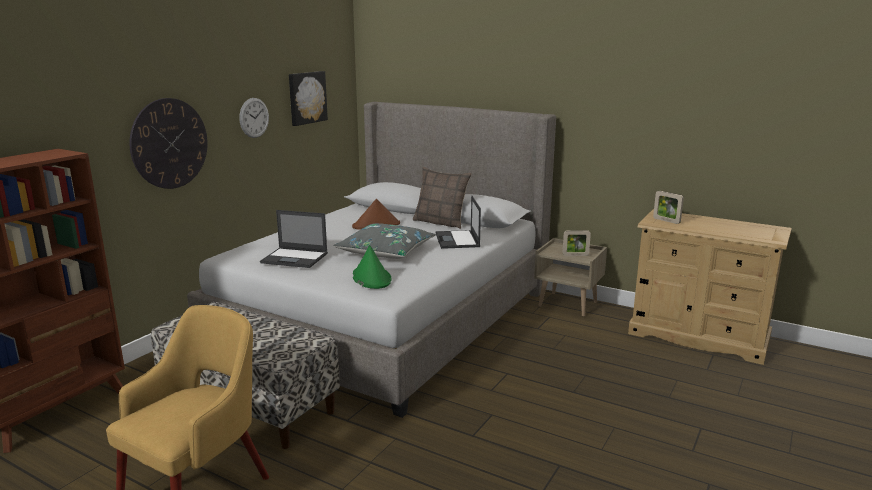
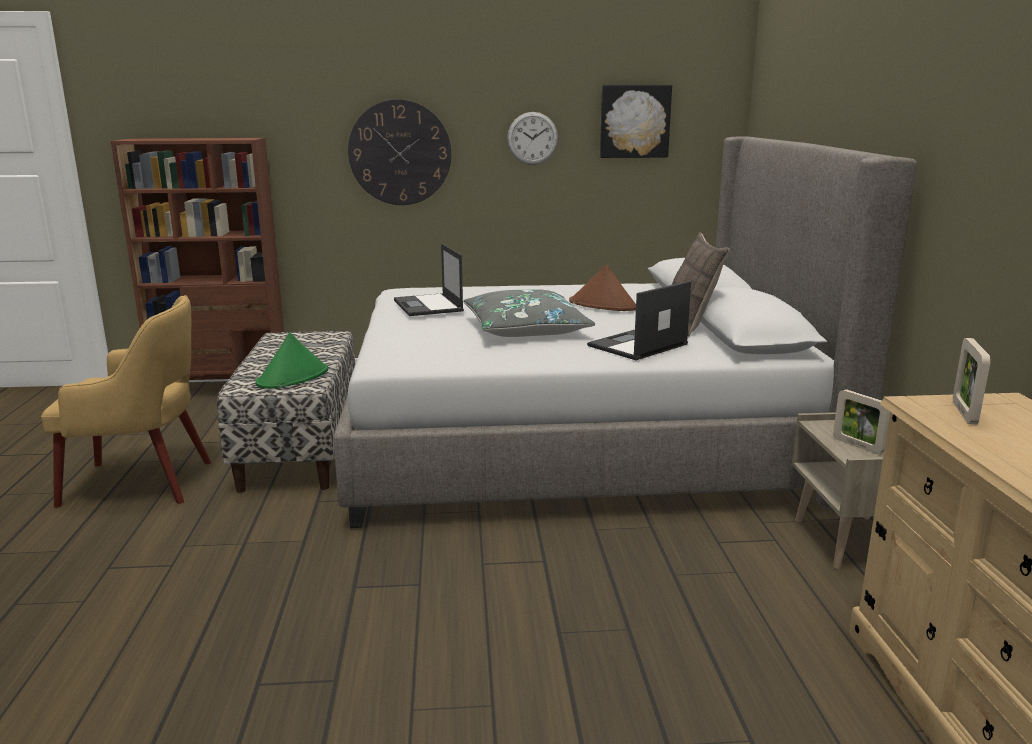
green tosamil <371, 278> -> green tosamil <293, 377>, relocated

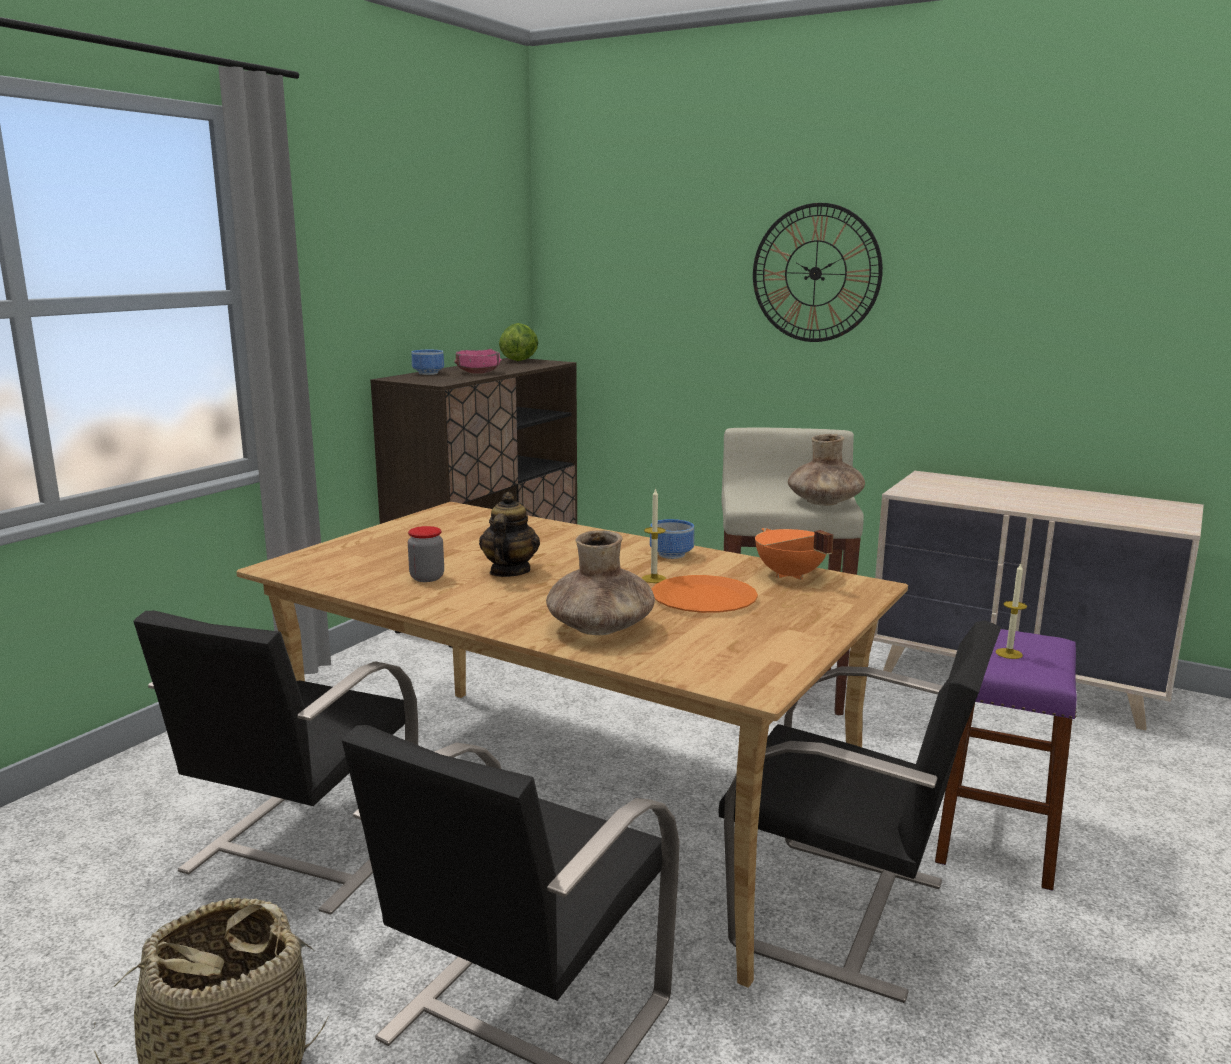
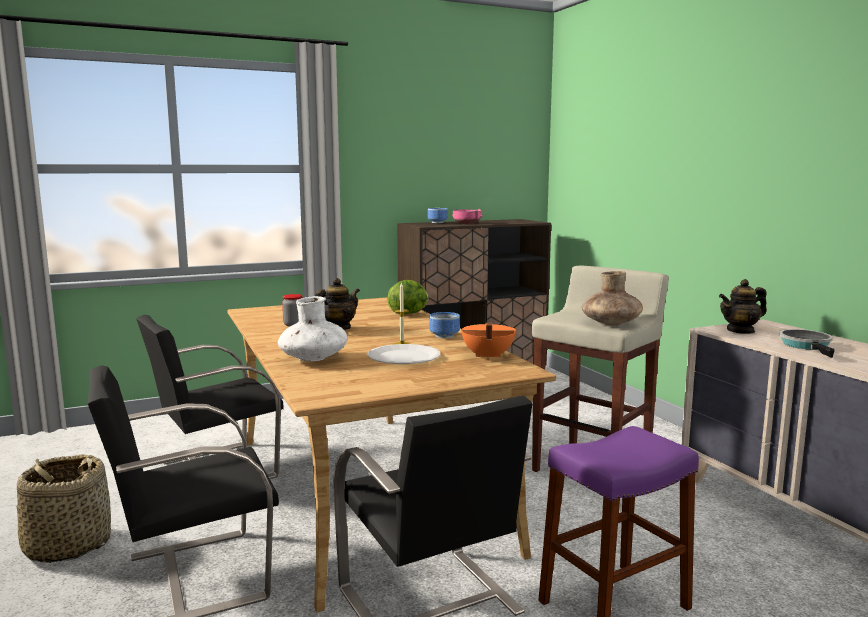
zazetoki <815, 273> -> none
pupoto <1009, 653> -> none
none -> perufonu <740, 330>
none -> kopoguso <807, 346>
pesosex <519, 360> -> pesosex <409, 313>, relocated
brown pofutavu <600, 628> -> white pofutavu <313, 358>
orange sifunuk <704, 598> -> white sifunuk <404, 357>

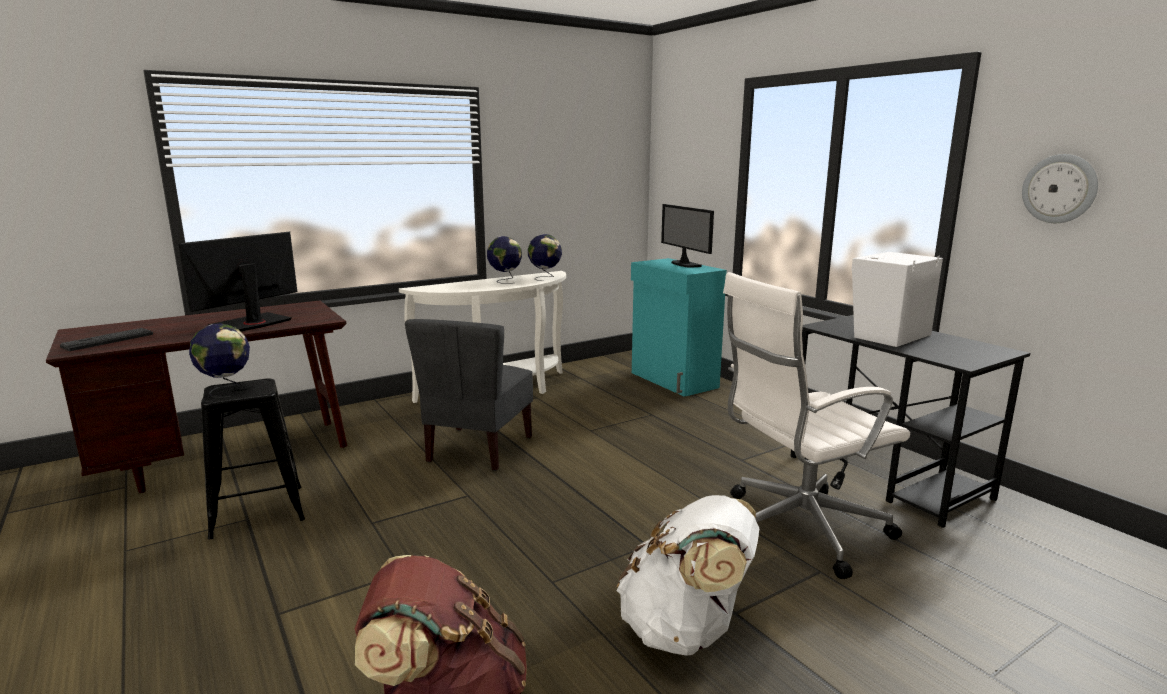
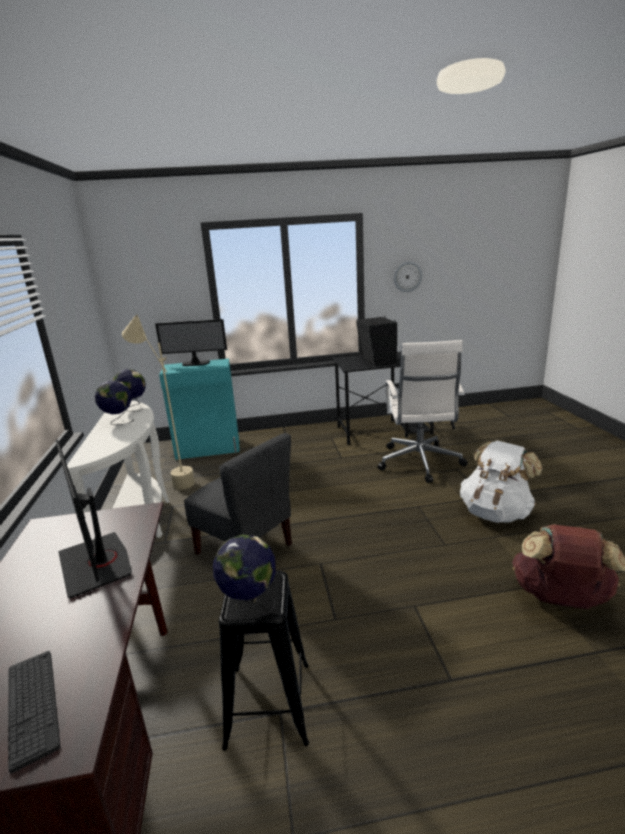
none -> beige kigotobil <173, 479>
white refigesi <888, 335> -> black refigesi <377, 361>

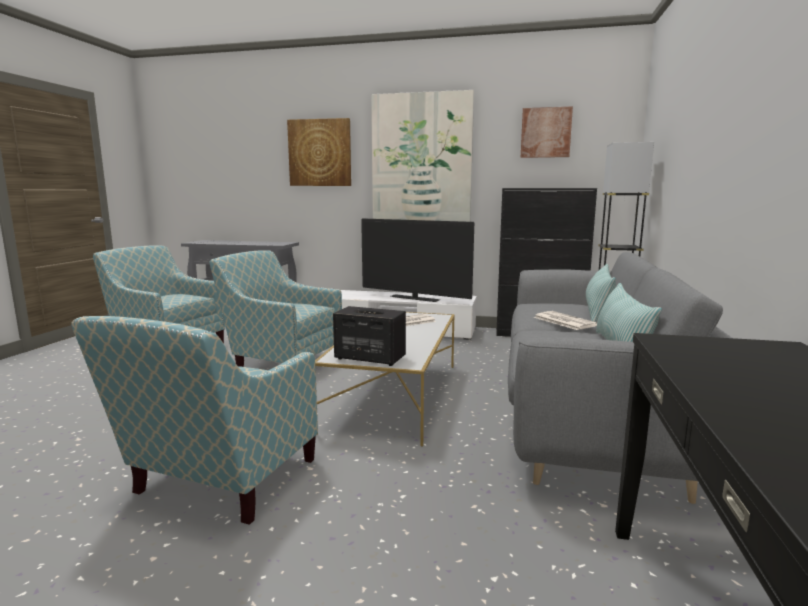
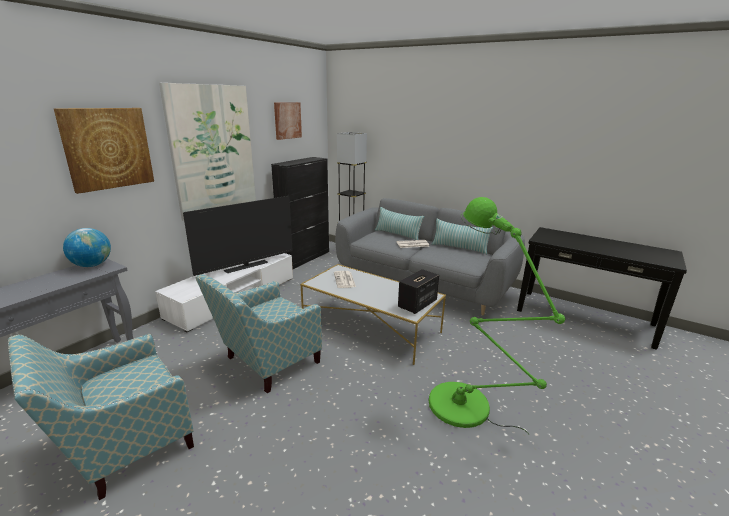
none -> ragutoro <92, 265>
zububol <218, 484> -> green kigotobil <466, 409>

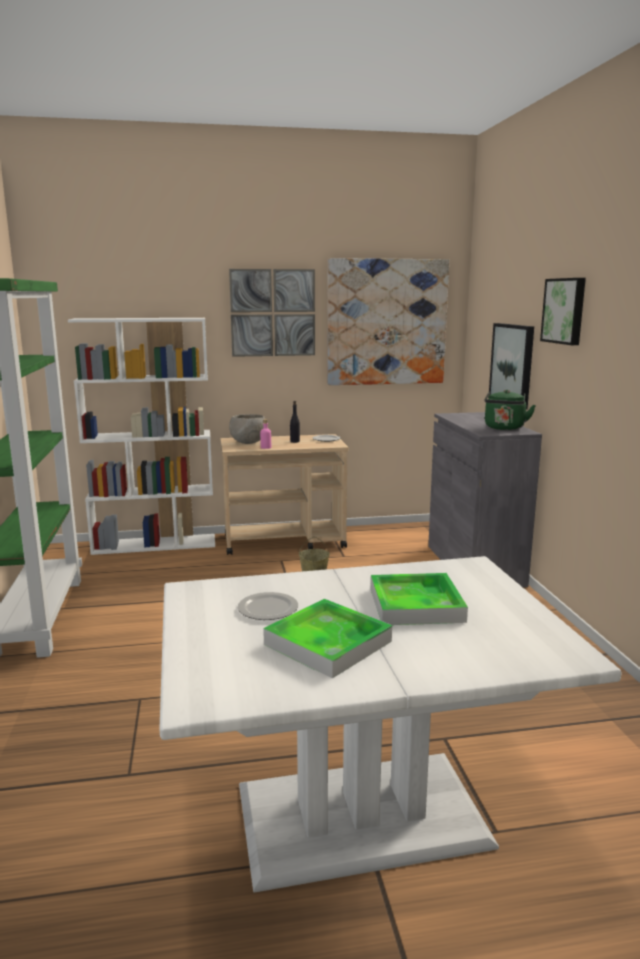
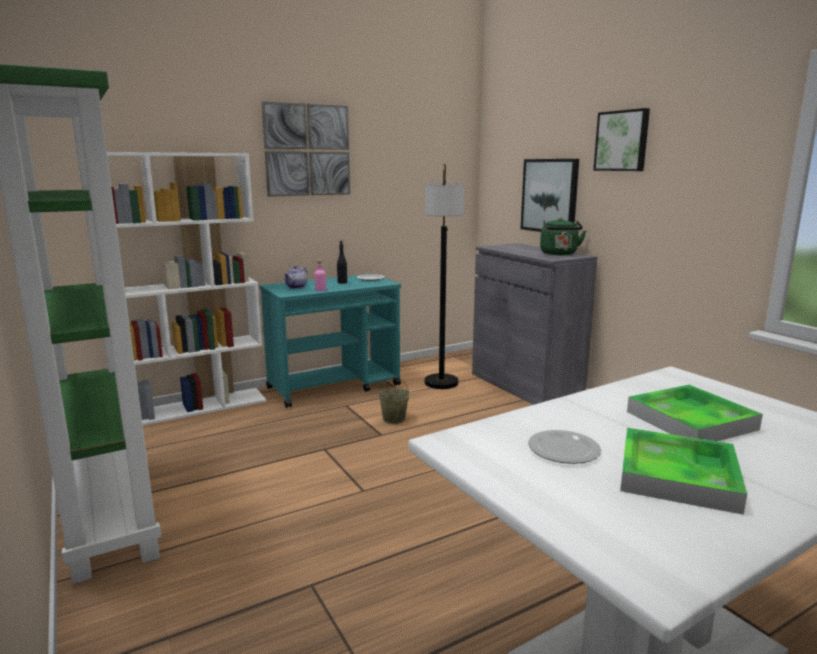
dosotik <386, 322> -> none
none -> kigotobil <441, 382>
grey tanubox <249, 443> -> perufonu <296, 287>
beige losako <285, 541> -> turquoise losako <335, 386>

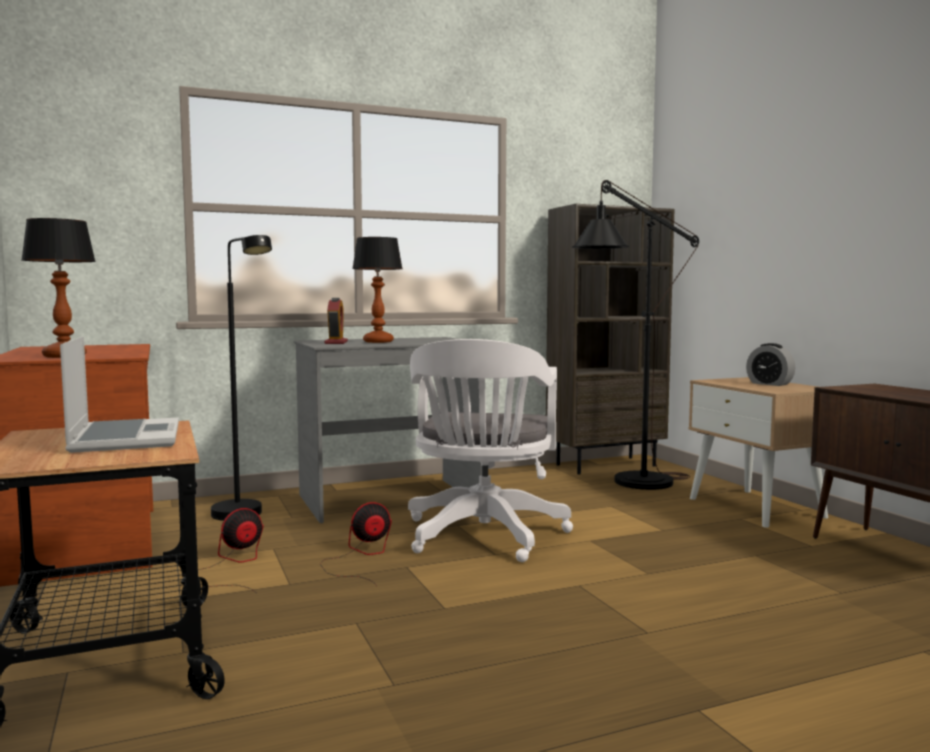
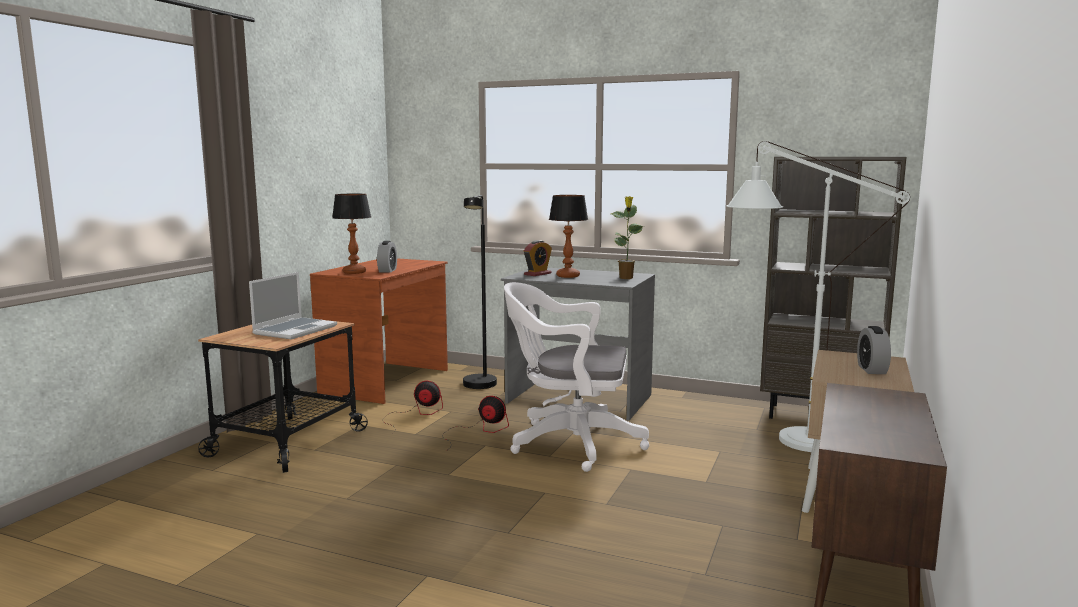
none -> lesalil <387, 271>
none -> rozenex <626, 278>
black kigotobil <631, 484> -> white kigotobil <791, 440>
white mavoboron <483, 537> -> white mavoboron <569, 443>, 45 degrees clockwise

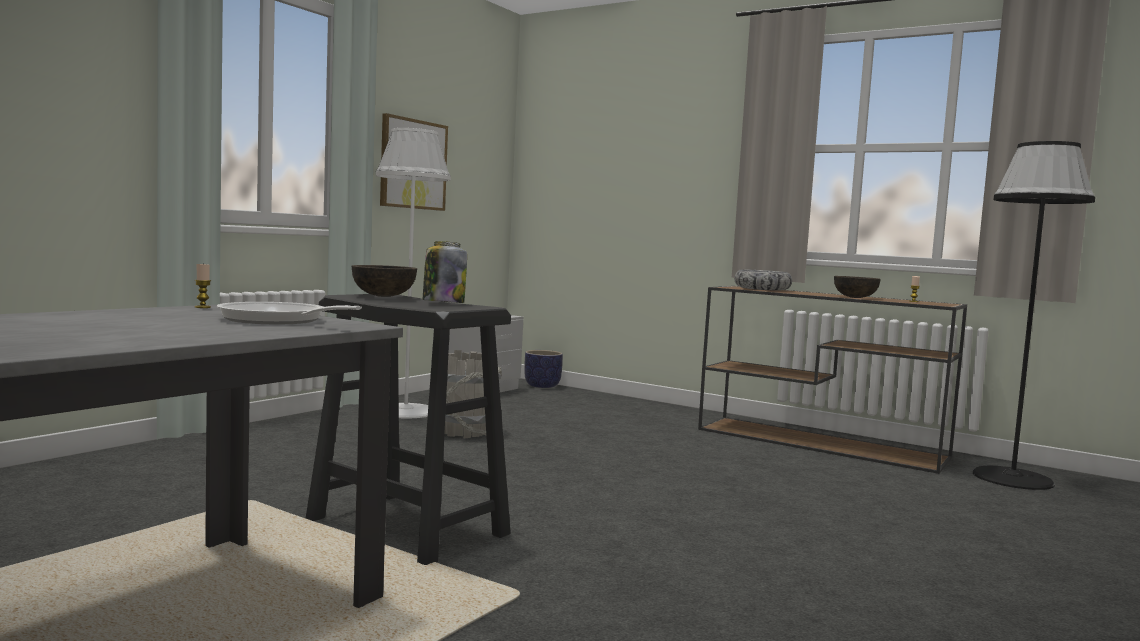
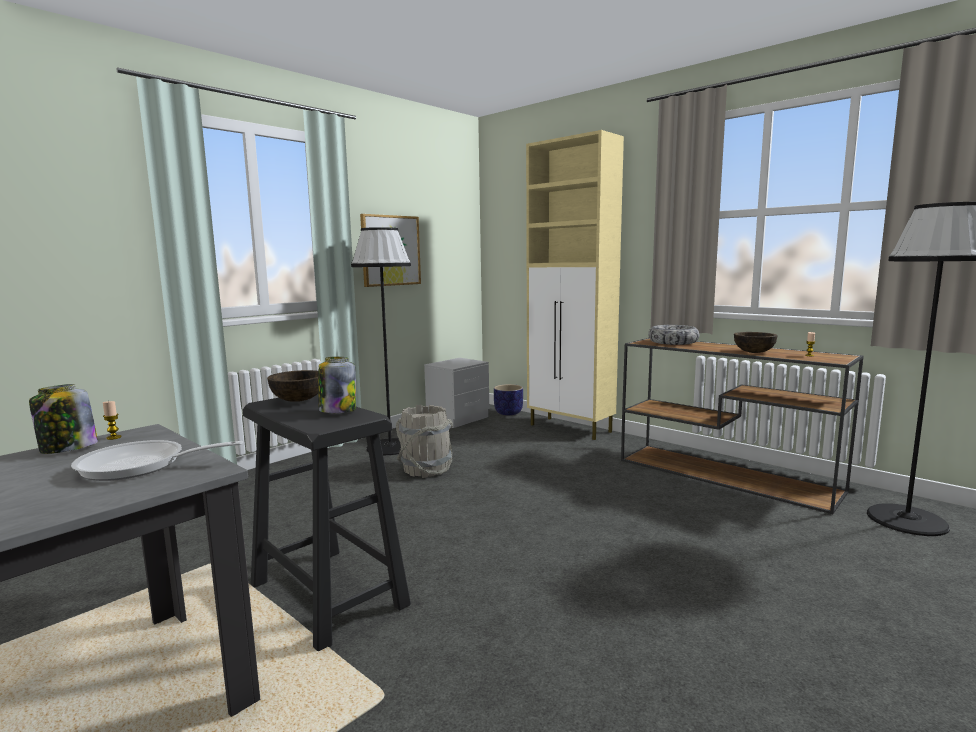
none -> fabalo <68, 449>
none -> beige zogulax <571, 428>
white kigotobil <405, 411> -> black kigotobil <390, 447>
kopoguso <278, 320> -> kopoguso <140, 466>, 45 degrees counterclockwise

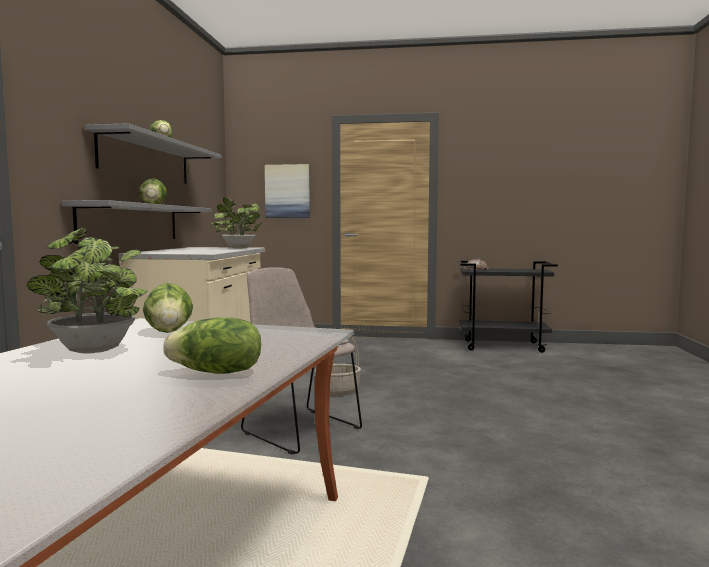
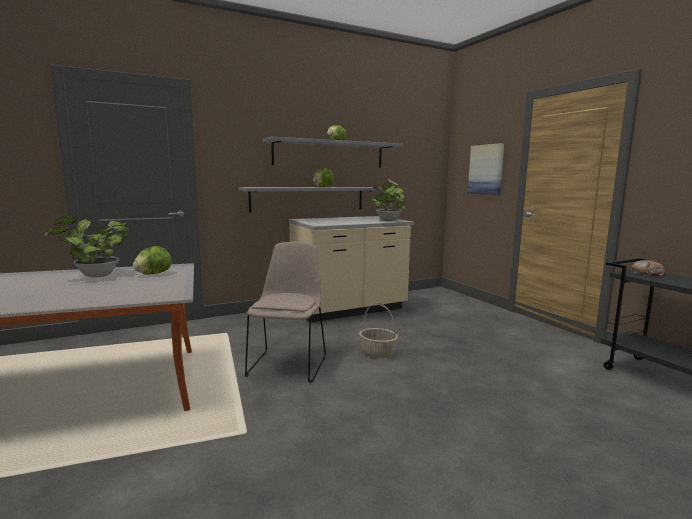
pesosex <217, 373> -> none

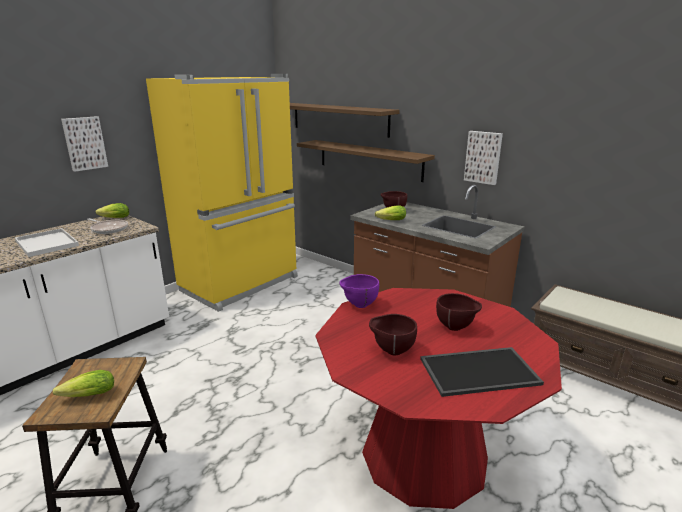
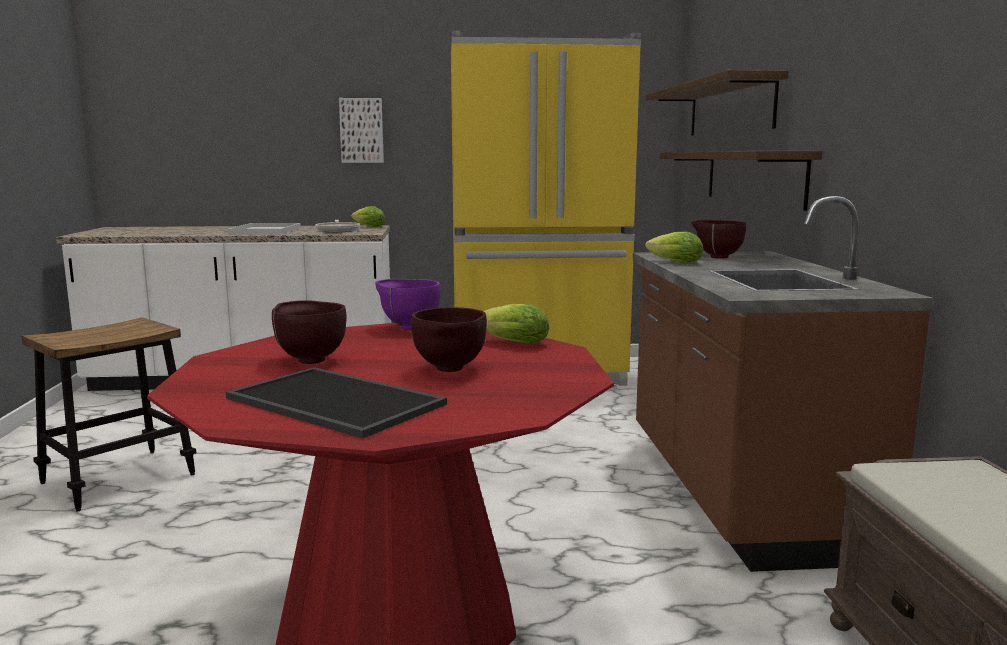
dosotik <483, 157> -> none
pesosex <86, 396> -> pesosex <509, 342>, relocated

